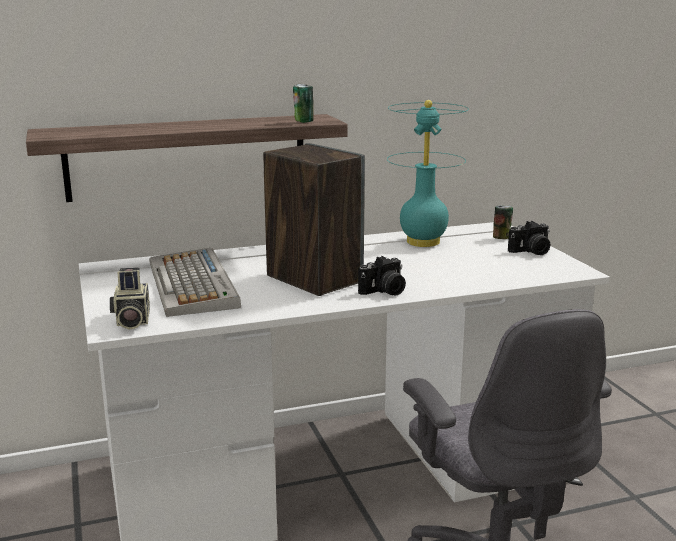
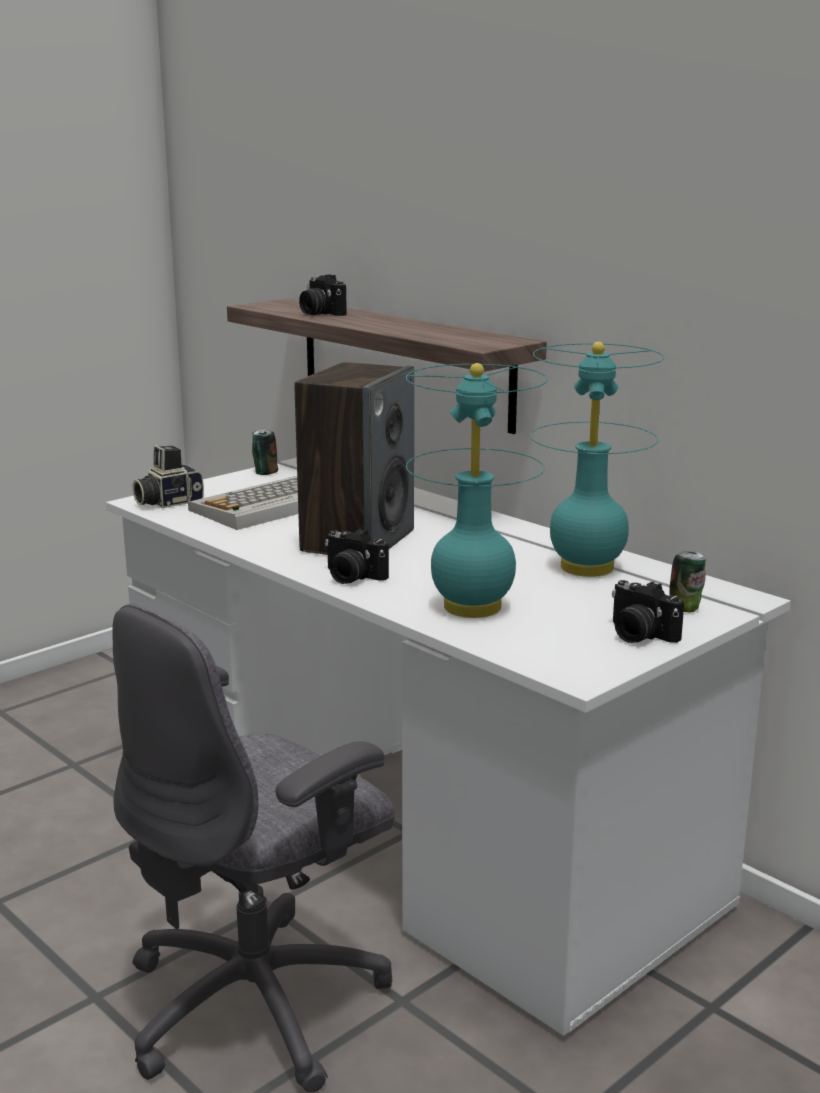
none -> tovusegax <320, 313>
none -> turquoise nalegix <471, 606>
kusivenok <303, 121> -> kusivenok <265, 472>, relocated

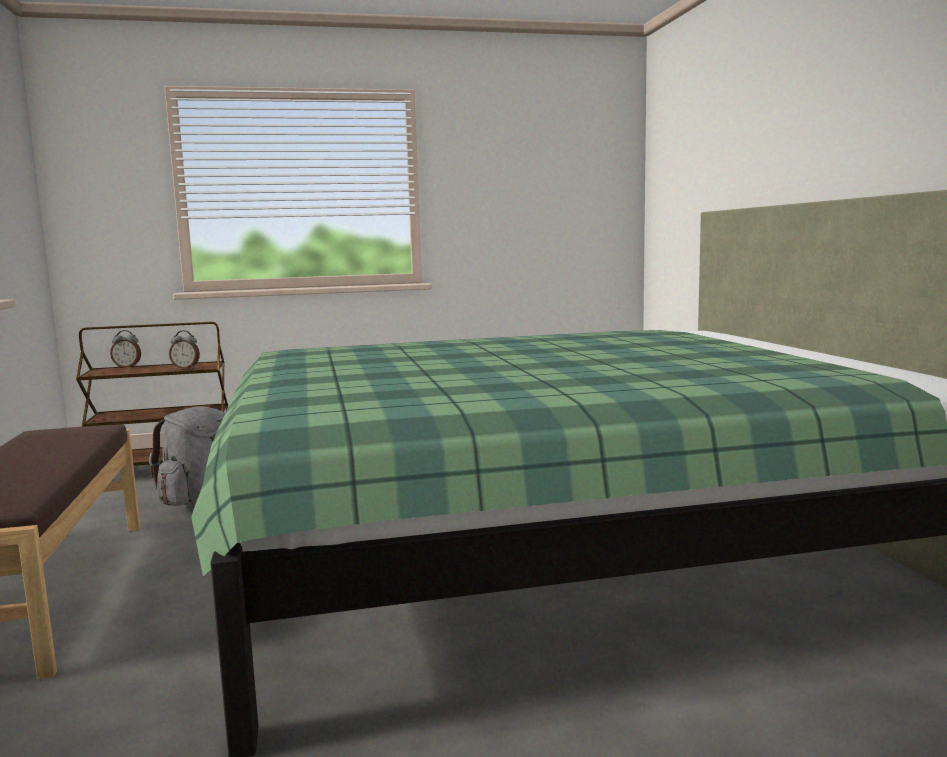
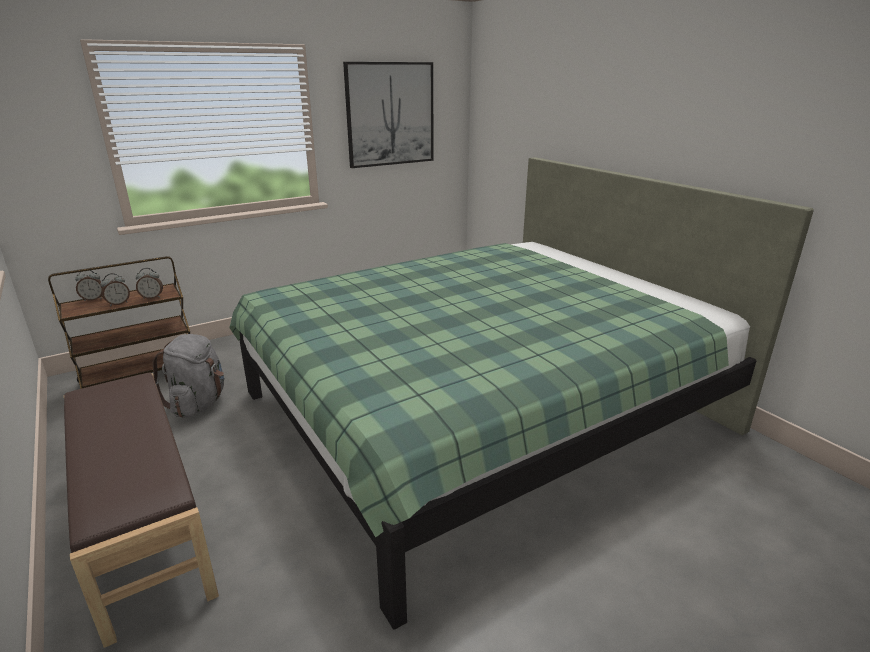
none -> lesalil <118, 303>
none -> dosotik <390, 114>

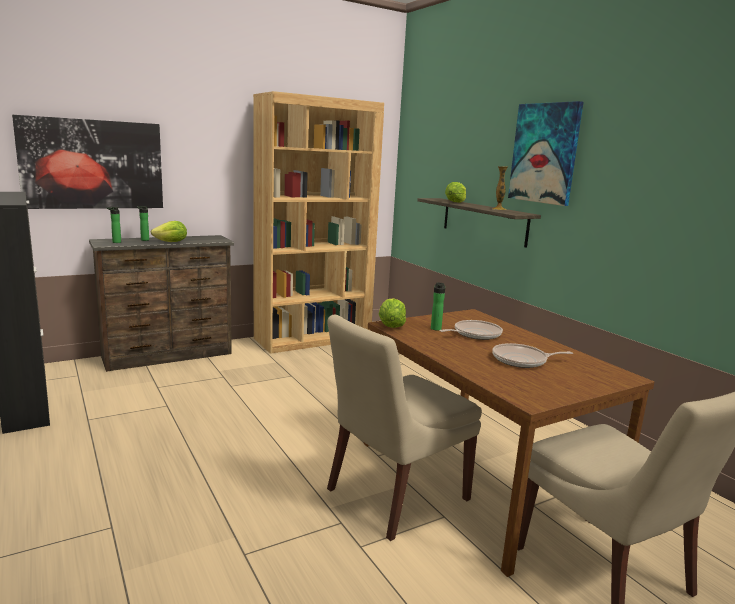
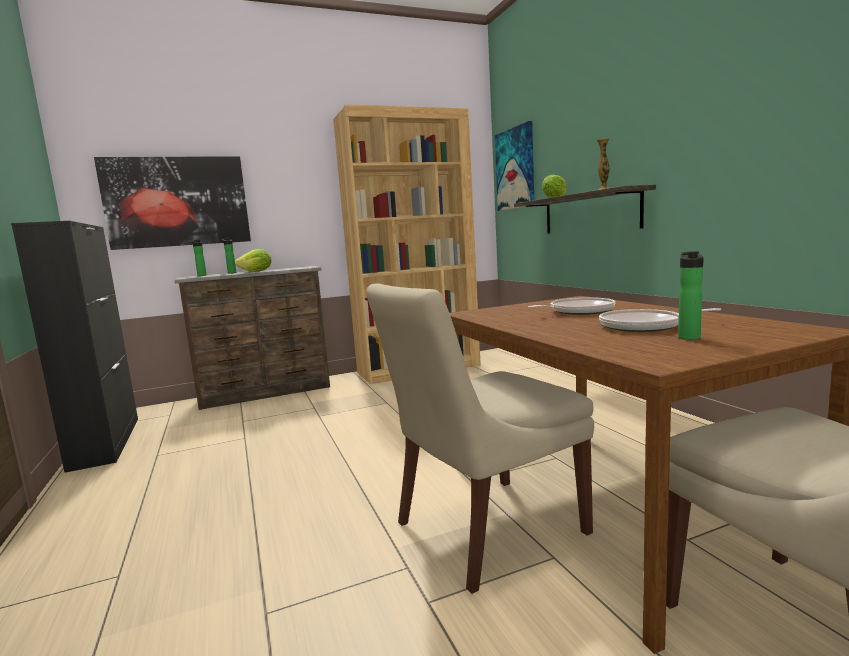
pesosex <391, 326> -> none
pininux <436, 328> -> pininux <688, 337>, relocated
dosotik <544, 153> -> dosotik <515, 169>, relocated

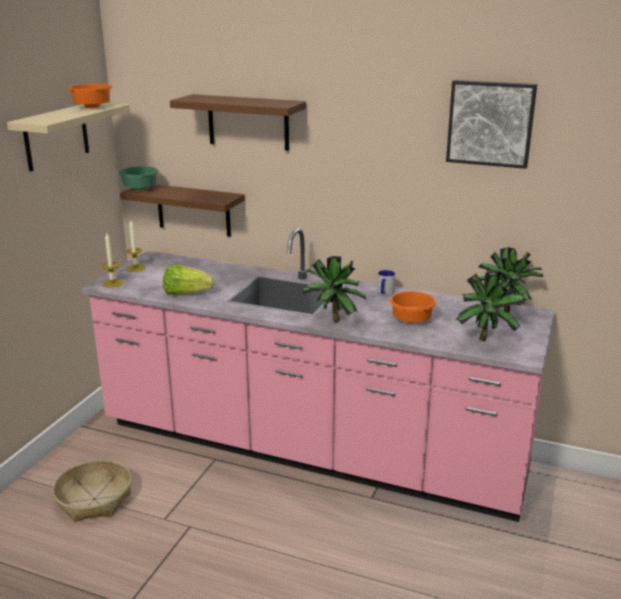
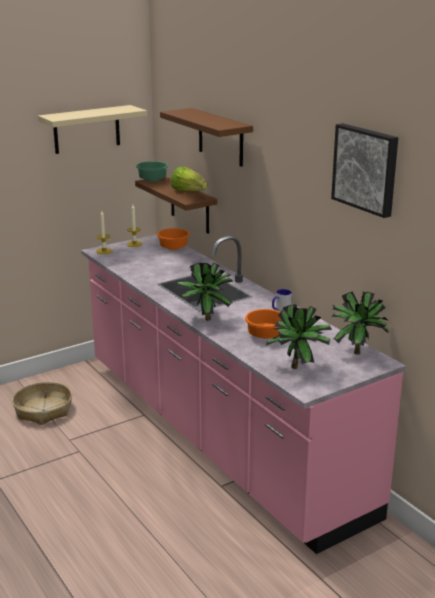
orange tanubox <92, 107> -> orange tanubox <174, 248>, relocated
pesosex <186, 293> -> pesosex <188, 191>, relocated

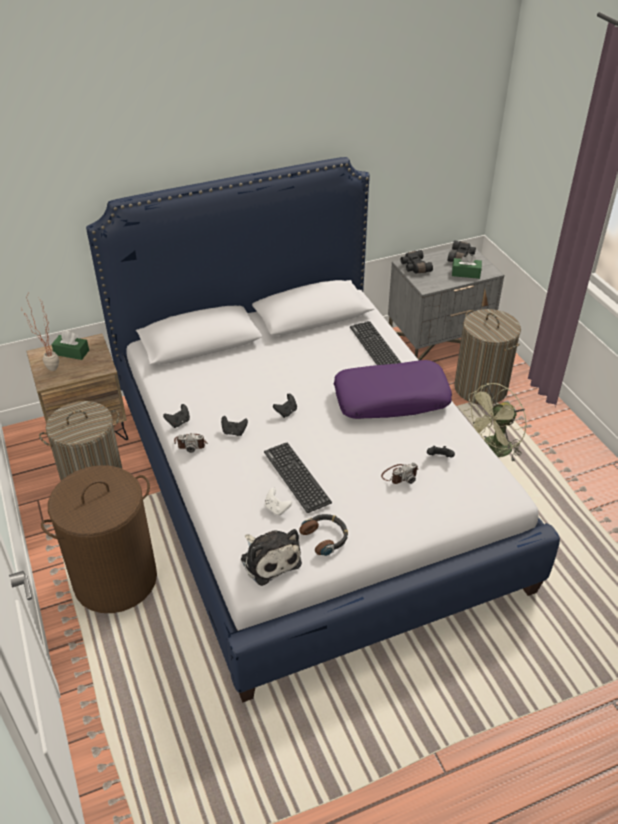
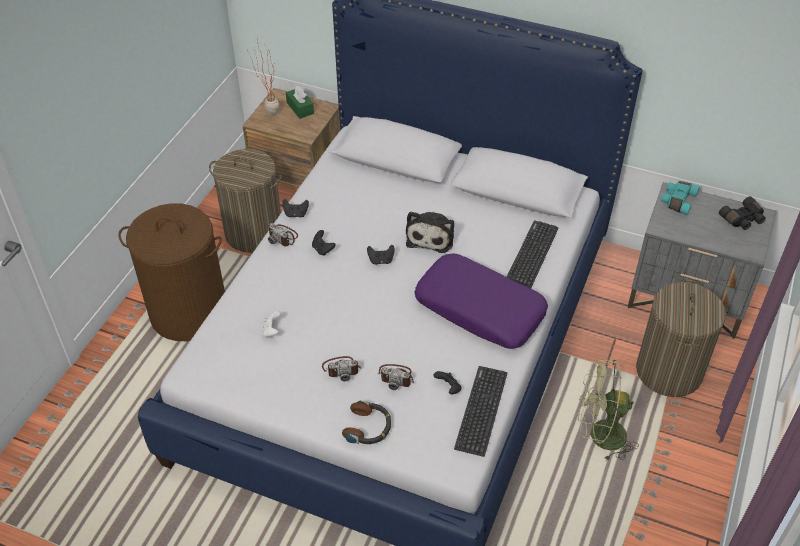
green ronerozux <466, 273> -> none
none -> tovusegax <341, 369>
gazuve <269, 559> -> gazuve <431, 236>, relocated
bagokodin <296, 477> -> bagokodin <481, 410>, relocated
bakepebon <325, 537> -> bakepebon <368, 427>, relocated
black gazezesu <414, 267> -> turquoise gazezesu <677, 201>

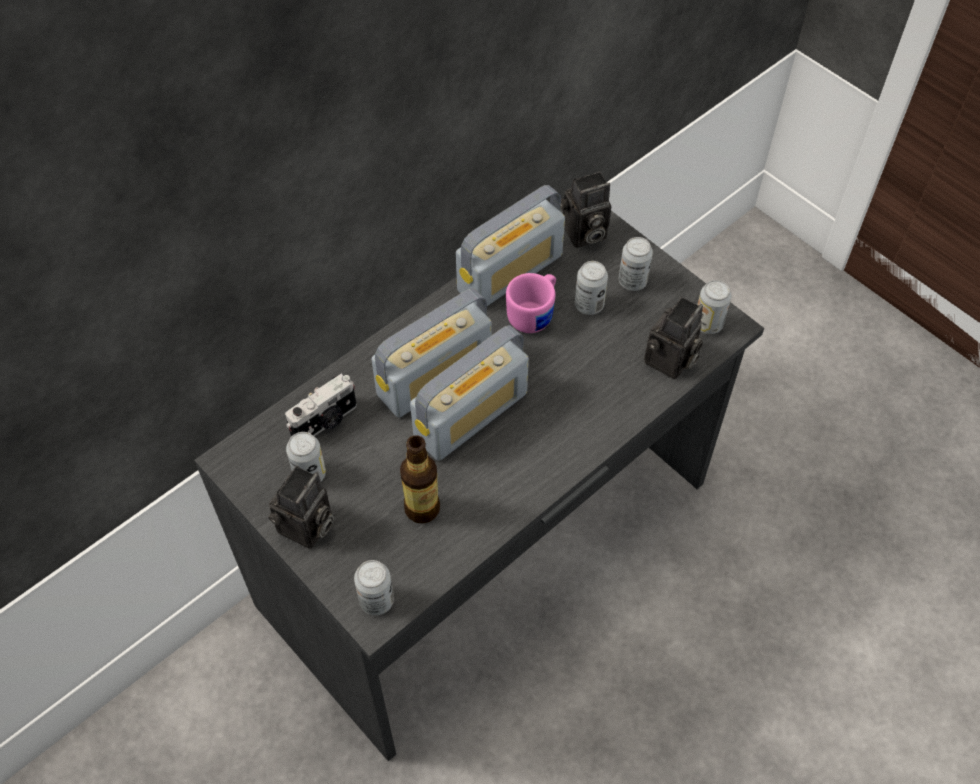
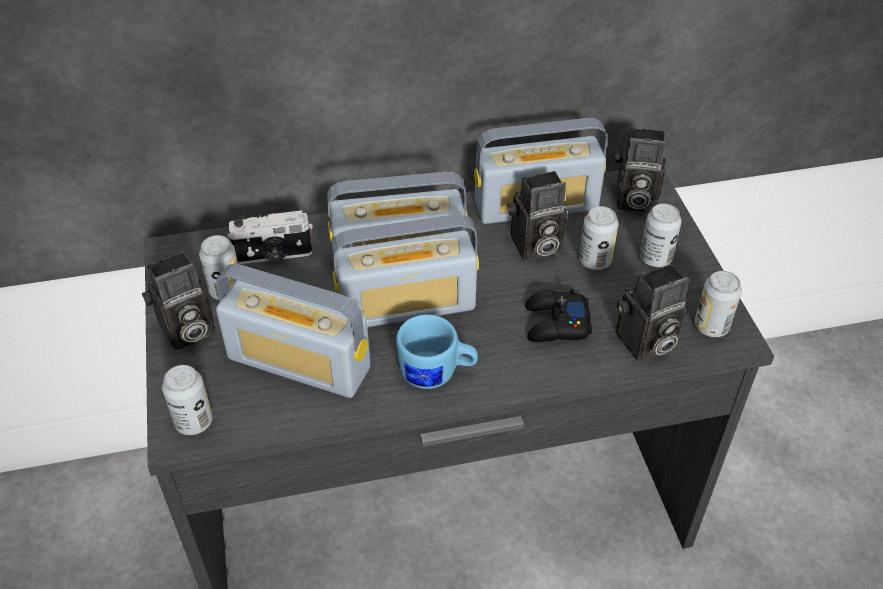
none -> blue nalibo <437, 374>
none -> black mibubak <556, 324>
pininux <422, 508> -> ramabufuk <299, 363>
pink nalibo <534, 314> -> tovusegax <534, 247>

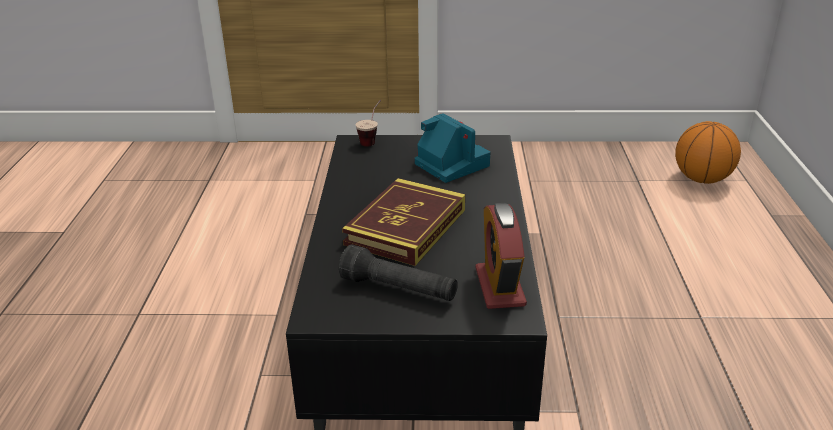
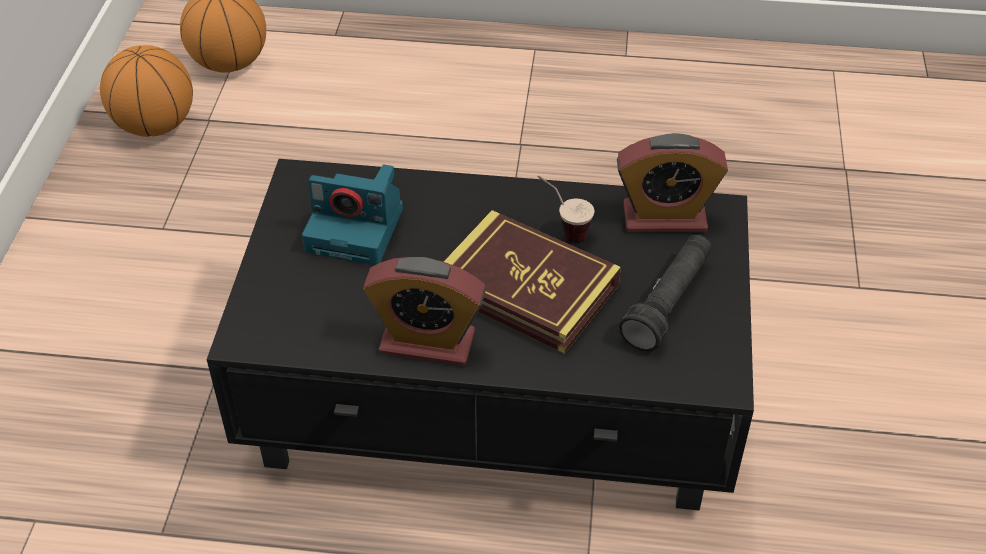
none -> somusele <155, 126>
none -> lesalil <427, 342>
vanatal <372, 140> -> vanatal <562, 229>, relocated
tovusegax <450, 164> -> tovusegax <357, 229>, 135 degrees counterclockwise

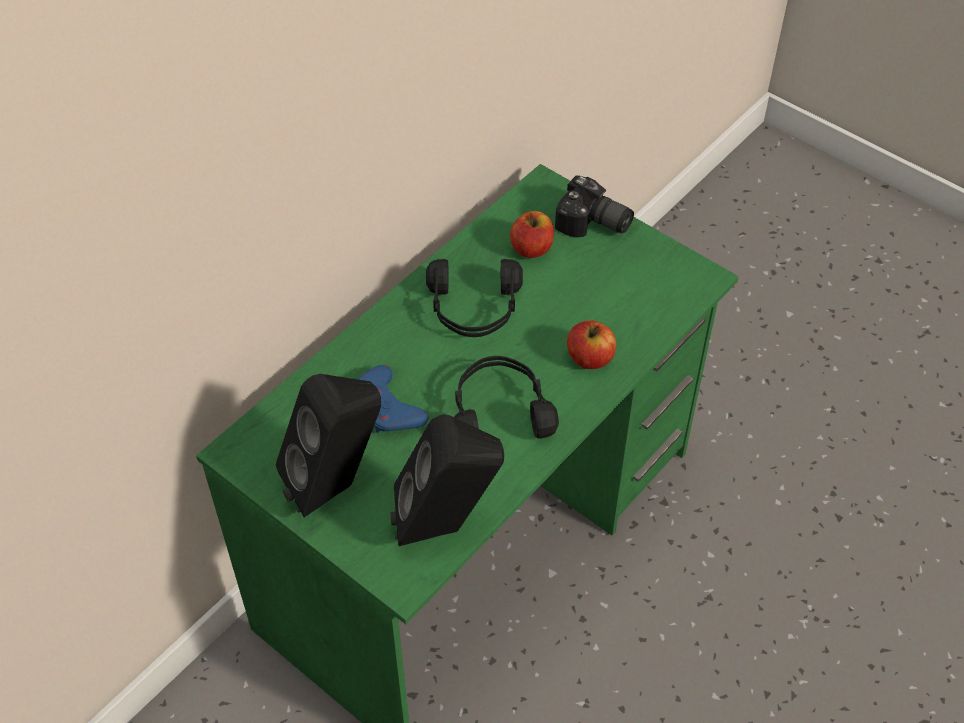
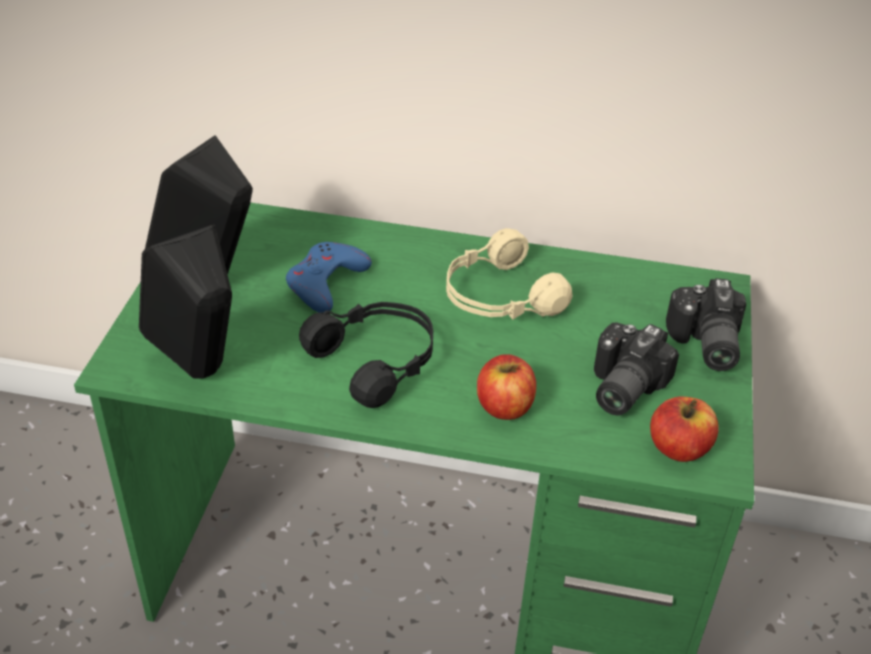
none -> tovusegax <620, 386>
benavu <531, 248> -> benavu <679, 448>, relocated
black bakepebon <474, 309> -> beige bakepebon <498, 297>

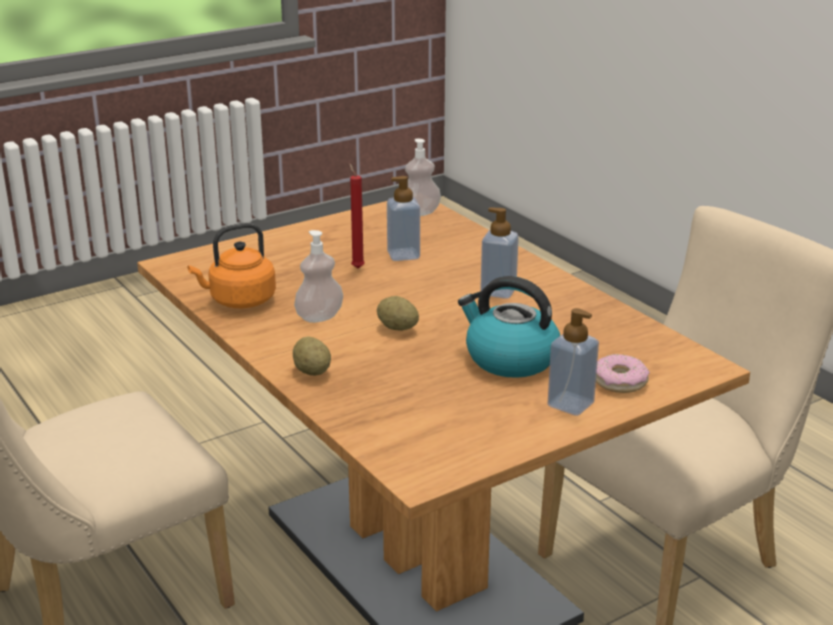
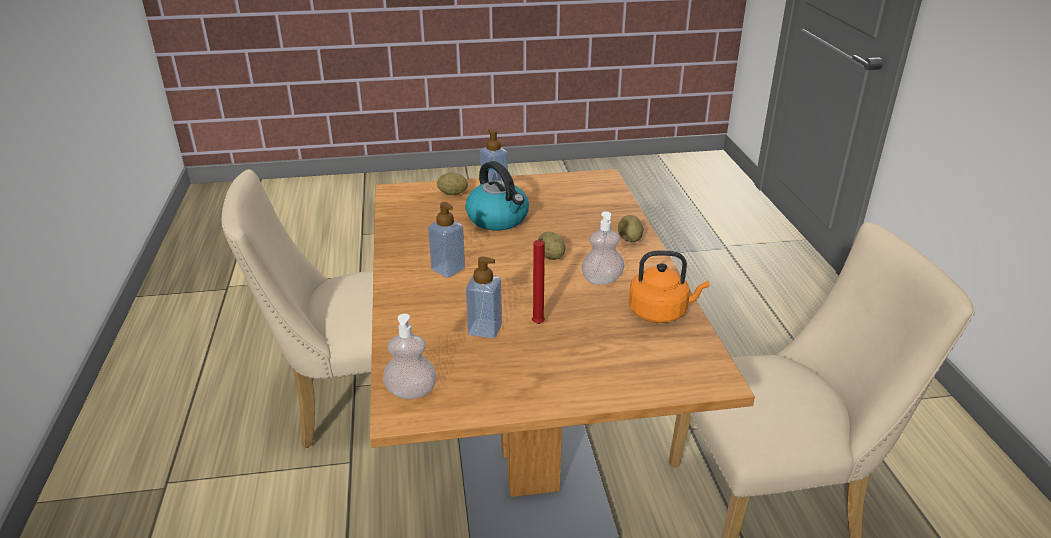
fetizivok <620, 381> -> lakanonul <452, 194>

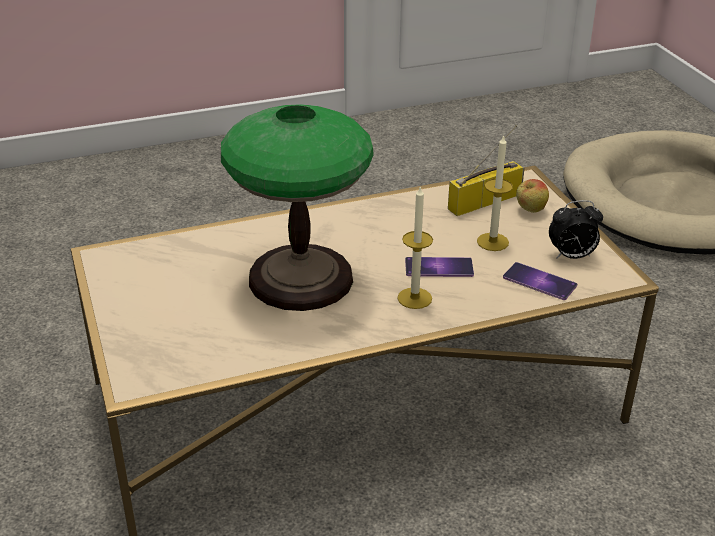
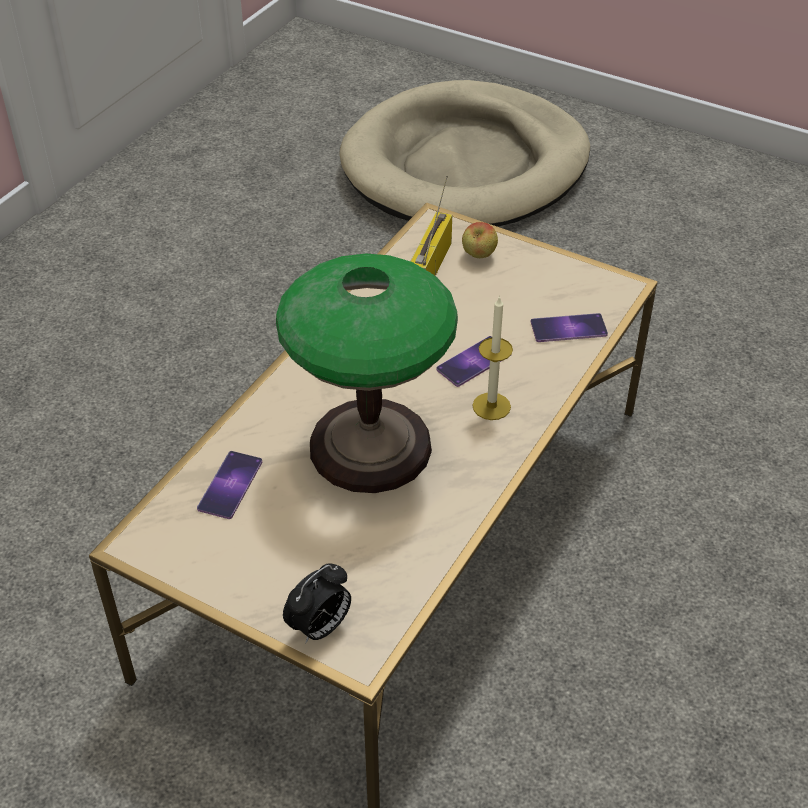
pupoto <492, 242> -> none
none -> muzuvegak <230, 485>
lesalil <571, 256> -> lesalil <320, 628>, relocated

